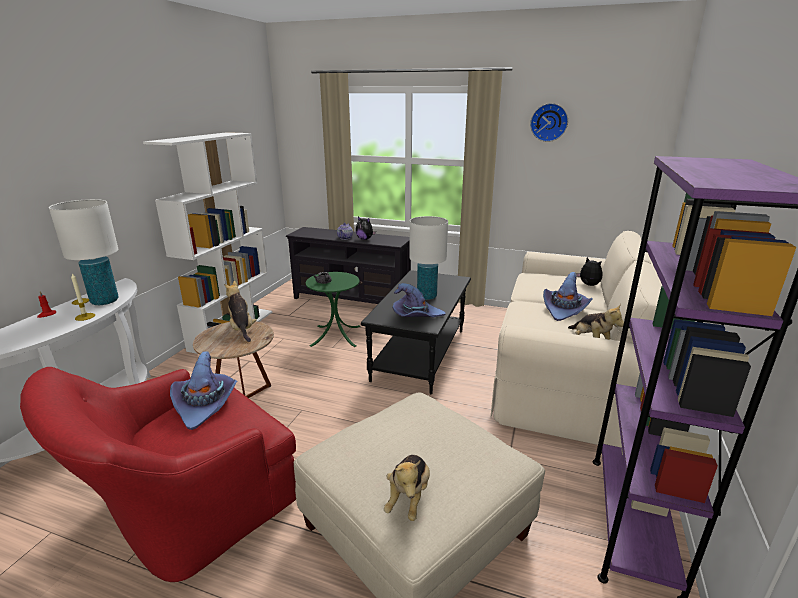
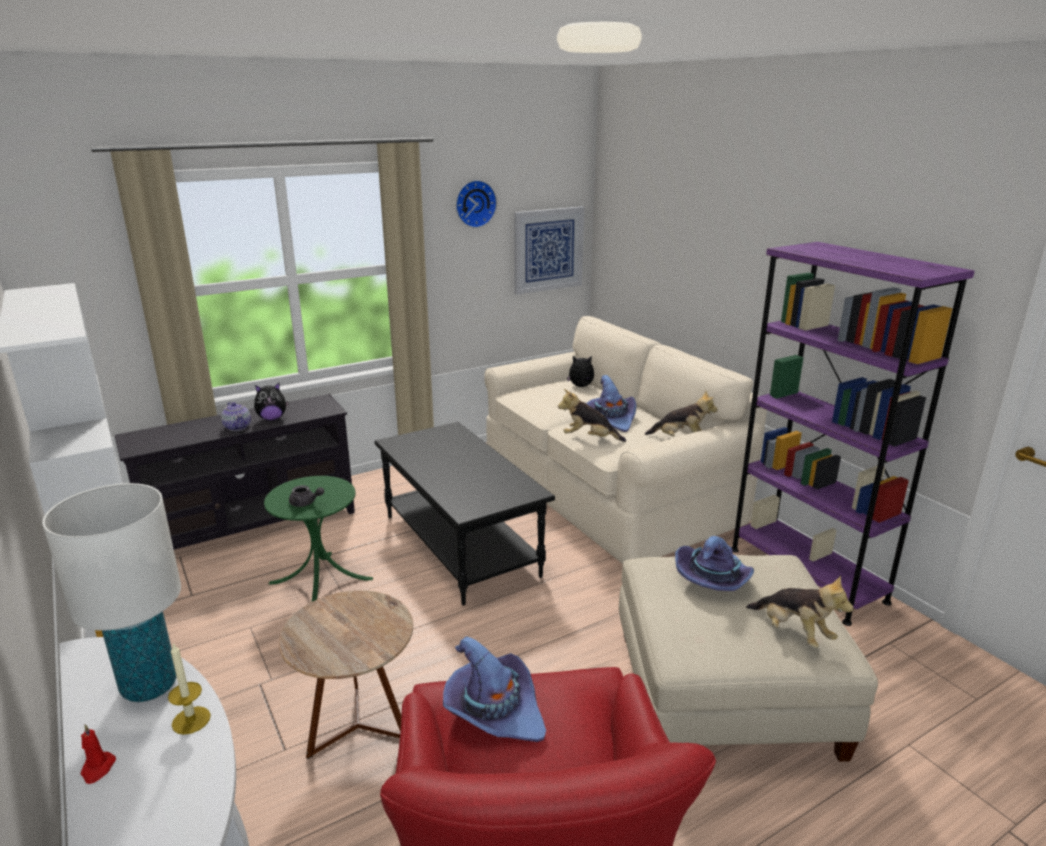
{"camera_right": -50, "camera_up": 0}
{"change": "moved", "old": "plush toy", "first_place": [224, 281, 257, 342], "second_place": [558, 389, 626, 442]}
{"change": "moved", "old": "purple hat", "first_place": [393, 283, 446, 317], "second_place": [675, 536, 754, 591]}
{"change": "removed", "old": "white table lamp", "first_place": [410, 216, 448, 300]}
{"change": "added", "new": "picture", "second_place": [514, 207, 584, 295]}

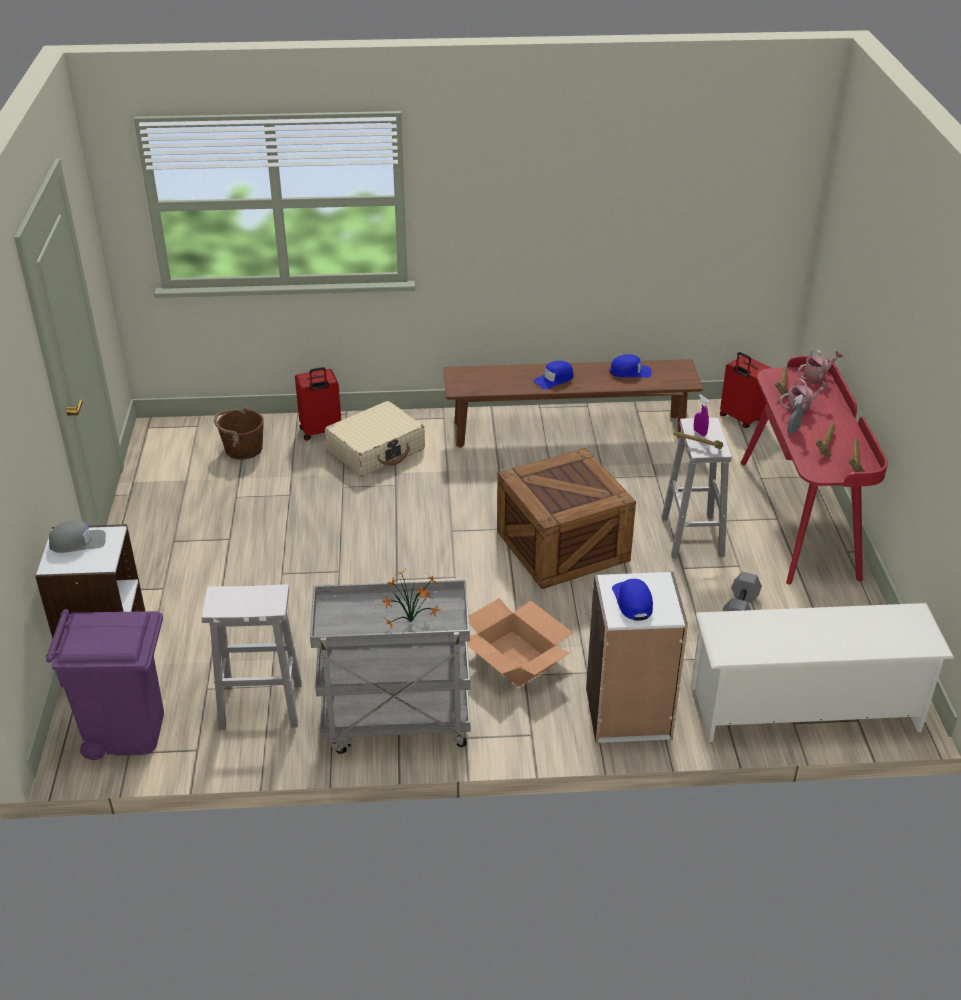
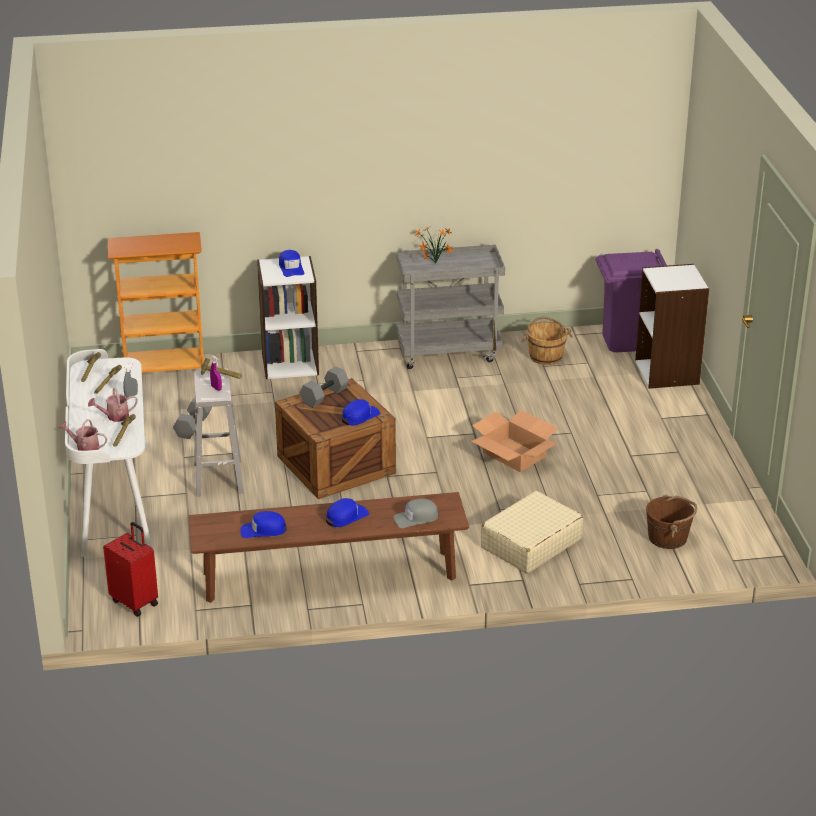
{"camera_right": 175, "camera_up": -5}
{"change": "moved", "old": "grey cap", "first_place": [49, 520, 106, 553], "second_place": [393, 499, 439, 528]}
{"change": "replaced", "old": "white stool", "new": "brown bucket", "first_place": [201, 584, 302, 730], "second_place": [522, 317, 573, 365]}
{"change": "removed", "old": "red suitcase", "first_place": [295, 367, 341, 441]}
{"change": "moved", "old": "cardboard box", "first_place": [467, 598, 573, 687], "second_place": [471, 410, 559, 472]}
{"change": "replaced", "old": "white shoe rack", "new": "bookcase", "first_place": [691, 603, 954, 742], "second_place": [108, 232, 204, 373]}
{"change": "recoloured", "old": "red desk", "new": "white desk", "first_place": [740, 356, 888, 585], "second_place": [65, 349, 153, 557]}
{"change": "turned", "old": "watering can", "first_place": [798, 349, 843, 385], "second_place": [59, 419, 107, 451], "degrees": 45}
{"change": "added", "new": "grey dumbbell", "second_place": [299, 366, 349, 408]}
{"change": "added", "new": "blue cap", "second_place": [342, 399, 381, 425]}

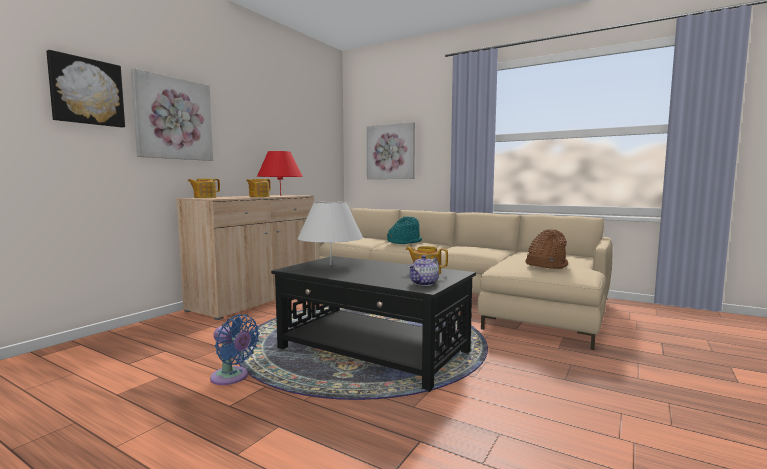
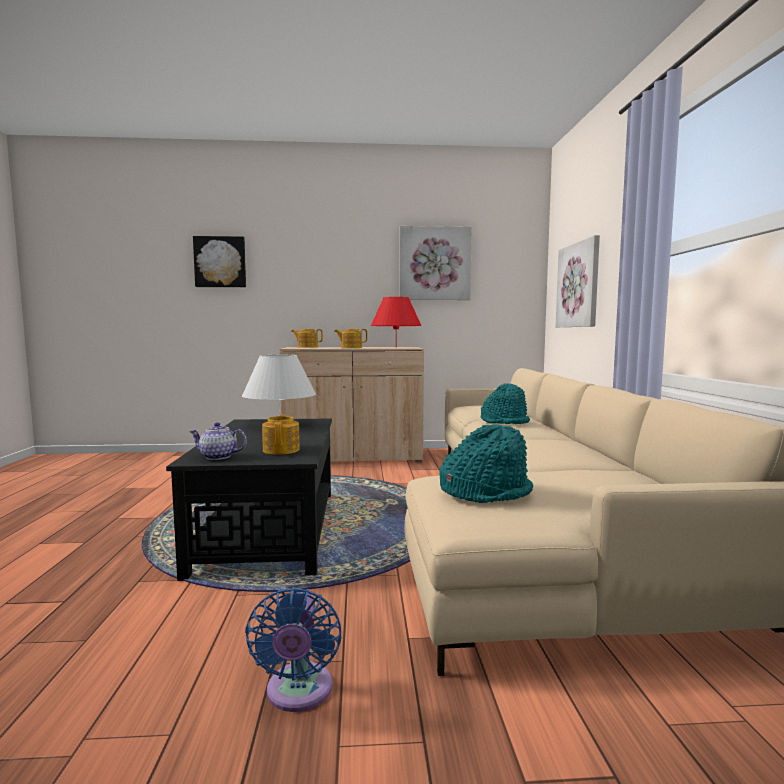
{"camera_right": 55, "camera_up": 0}
{"change": "moved", "old": "picture", "first_place": [131, 68, 213, 161], "second_place": [399, 226, 472, 300]}
{"change": "moved", "old": "blue fan", "first_place": [210, 314, 260, 385], "second_place": [245, 587, 342, 712]}
{"change": "recoloured", "old": "brown hat", "new": "turquoise hat", "first_place": [526, 229, 568, 269], "second_place": [439, 425, 533, 503]}

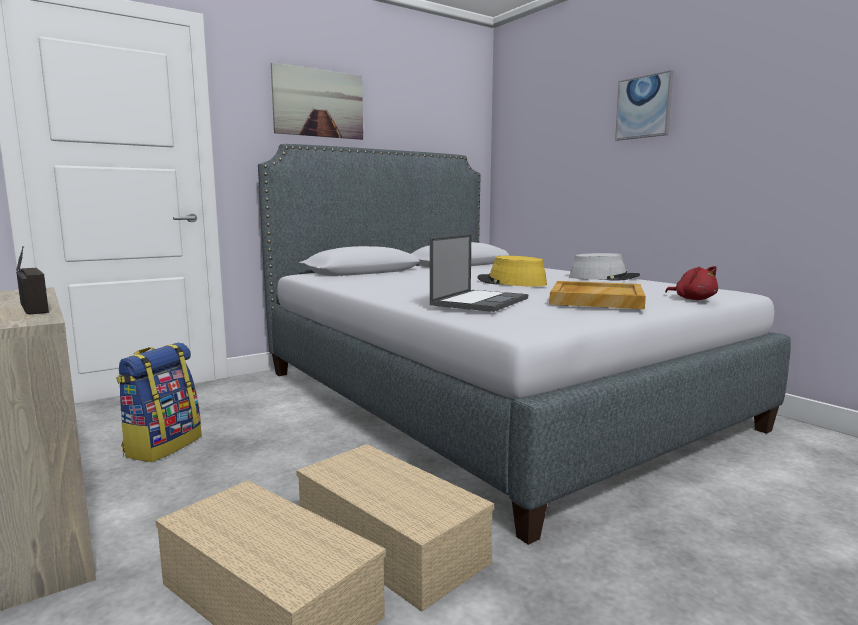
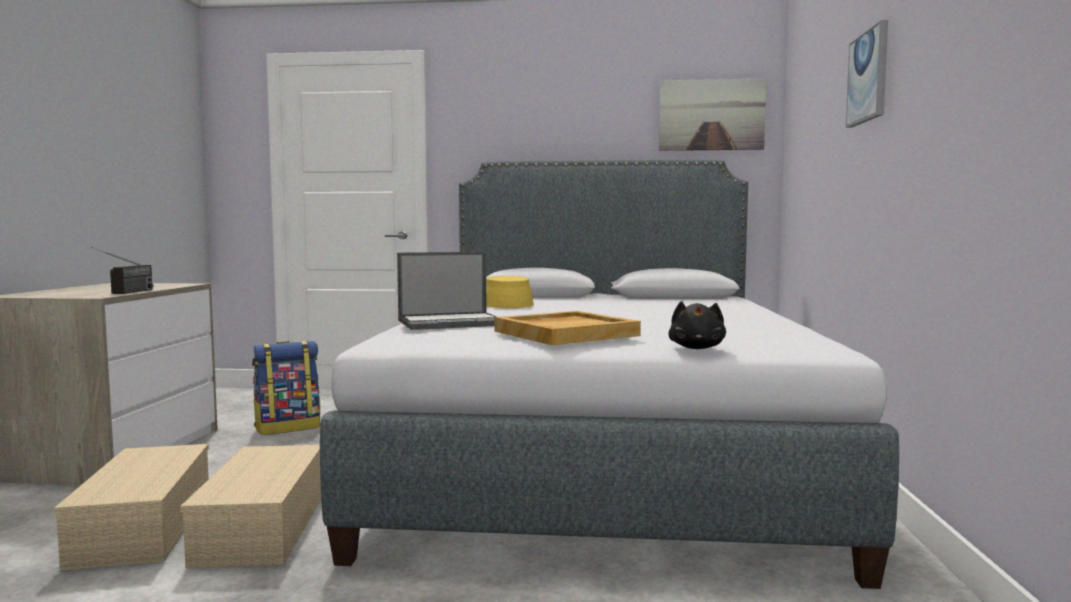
{"camera_right": 40, "camera_up": -5}
{"change": "moved", "old": "picture", "first_place": [271, 62, 363, 140], "second_place": [659, 78, 766, 151]}
{"change": "moved", "old": "yellow hat", "first_place": [477, 256, 547, 286], "second_place": [486, 276, 533, 308]}
{"change": "removed", "old": "grey hat", "first_place": [569, 253, 640, 281]}
{"change": "recoloured", "old": "red plush toy", "new": "black plush toy", "first_place": [665, 266, 718, 300], "second_place": [668, 301, 726, 349]}

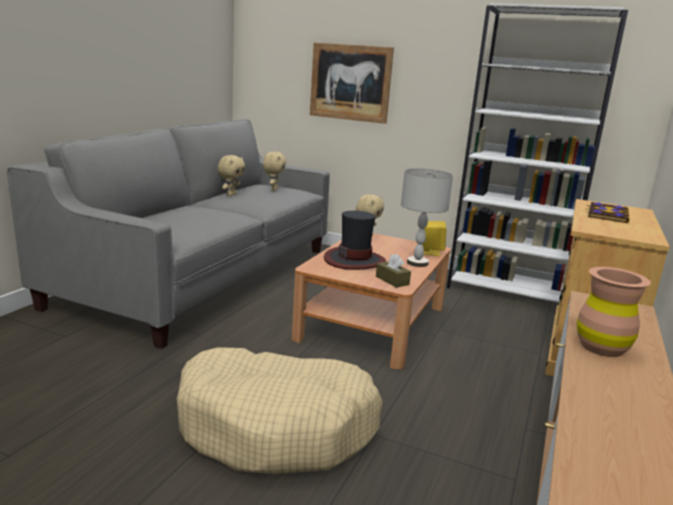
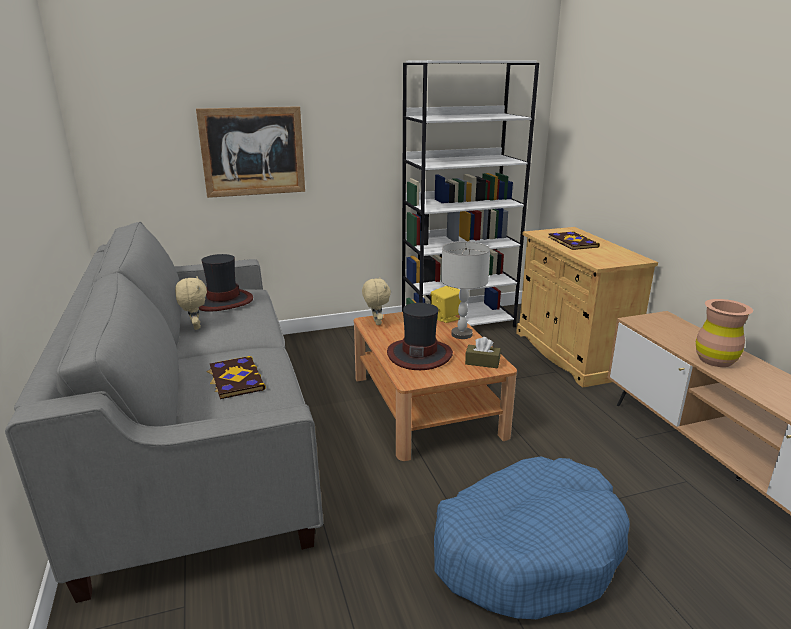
{"camera_right": -40, "camera_up": 5}
{"change": "recoloured", "old": "beige dog bed", "new": "blue dog bed", "first_place": [177, 347, 383, 474], "second_place": [434, 456, 630, 619]}
{"change": "replaced", "old": "beige plush toy", "new": "hat", "first_place": [263, 152, 287, 191], "second_place": [199, 254, 253, 312]}
{"change": "added", "new": "book", "second_place": [206, 356, 266, 399]}

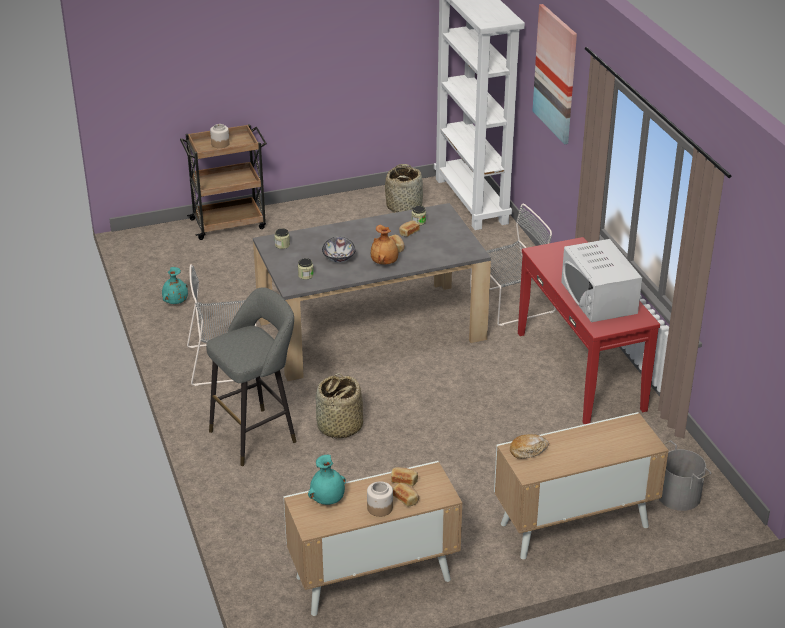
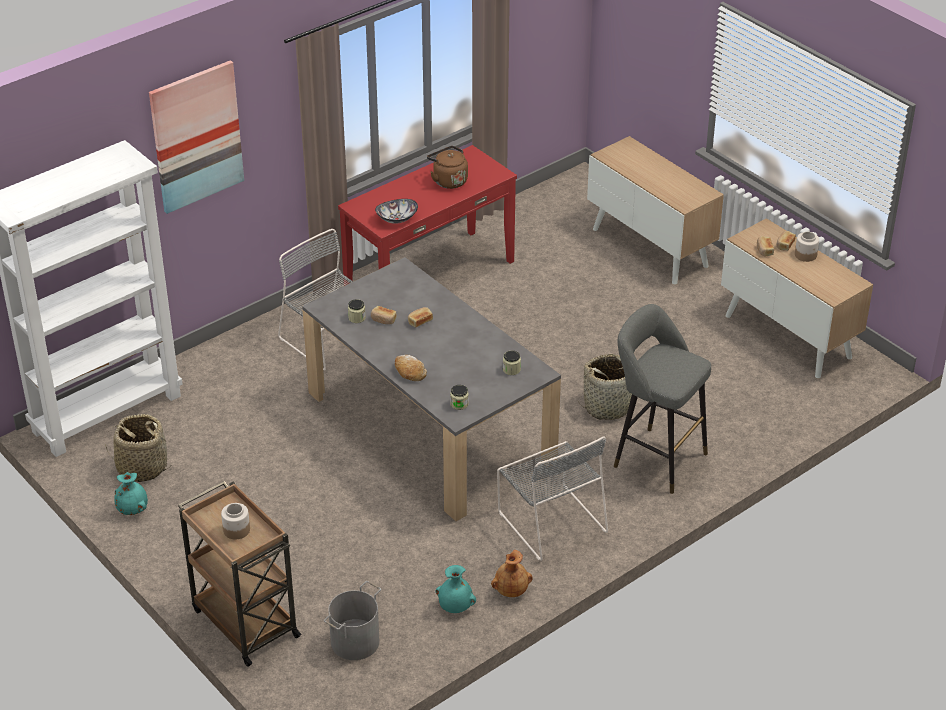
{"camera_right": -110, "camera_up": 5}
{"change": "moved", "old": "turquoise vase", "first_place": [308, 455, 346, 505], "second_place": [114, 472, 148, 515]}
{"change": "moved", "old": "bowl", "first_place": [322, 237, 356, 263], "second_place": [375, 199, 418, 224]}
{"change": "moved", "old": "brown vase", "first_place": [371, 224, 398, 265], "second_place": [491, 550, 533, 597]}
{"change": "moved", "old": "bread", "first_place": [510, 434, 549, 459], "second_place": [395, 355, 427, 381]}
{"change": "replaced", "old": "white microwave", "new": "brown kettle", "first_place": [561, 239, 642, 322], "second_place": [427, 146, 468, 189]}
{"change": "moved", "old": "grey bucket", "first_place": [659, 440, 711, 511], "second_place": [324, 581, 381, 660]}

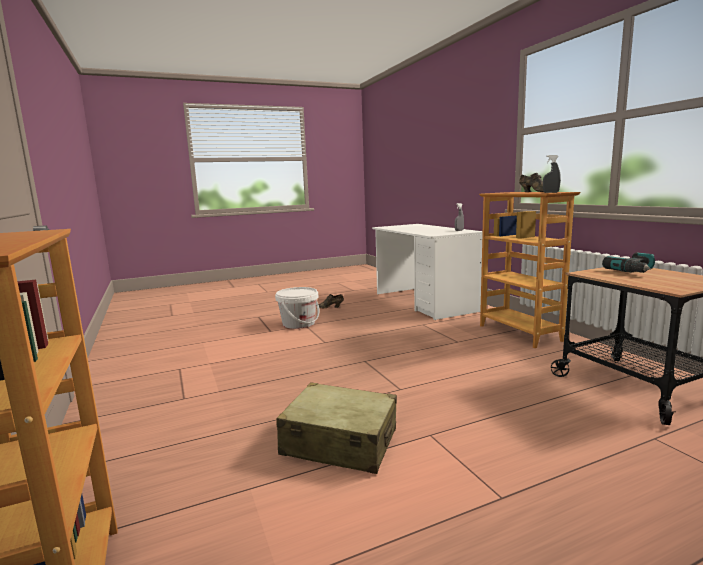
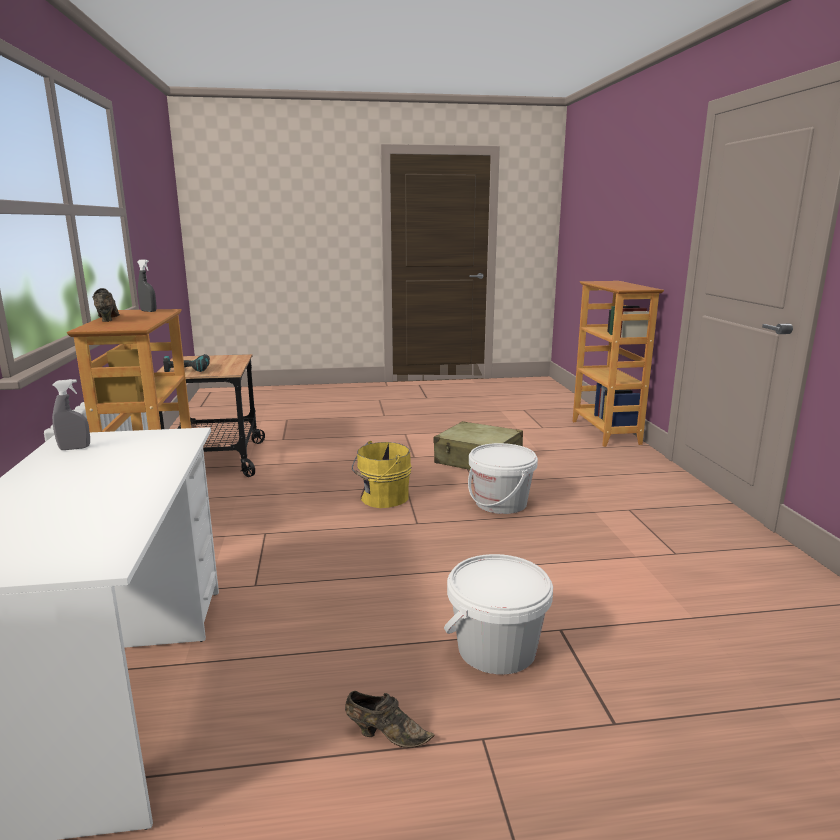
{"camera_right": -165, "camera_up": 5}
{"change": "added", "new": "yellow bucket", "second_place": [352, 441, 412, 508]}
{"change": "added", "new": "white bucket", "second_place": [468, 443, 538, 514]}

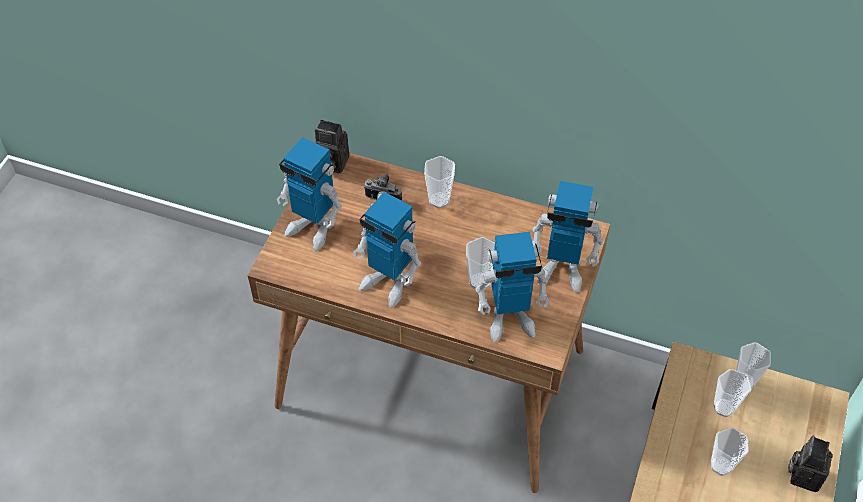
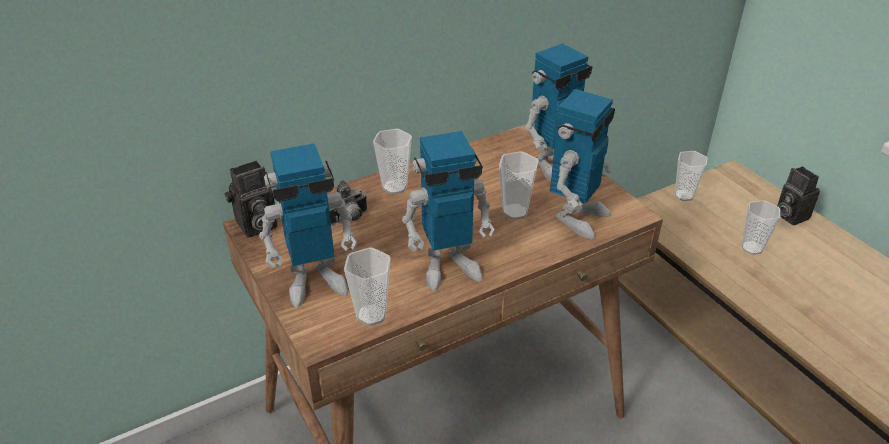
{"camera_right": -50, "camera_up": -15}
{"change": "moved", "old": "cup", "first_place": [714, 369, 752, 417], "second_place": [344, 247, 391, 326]}

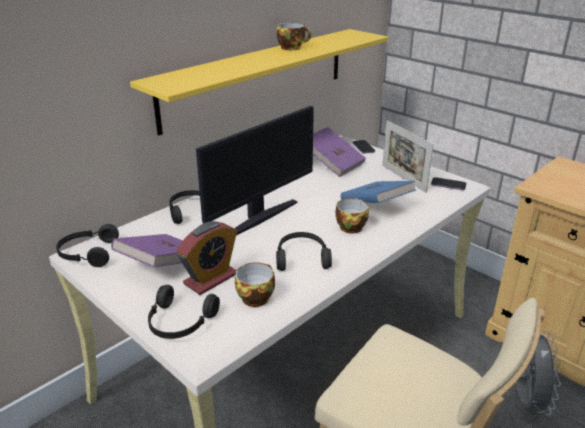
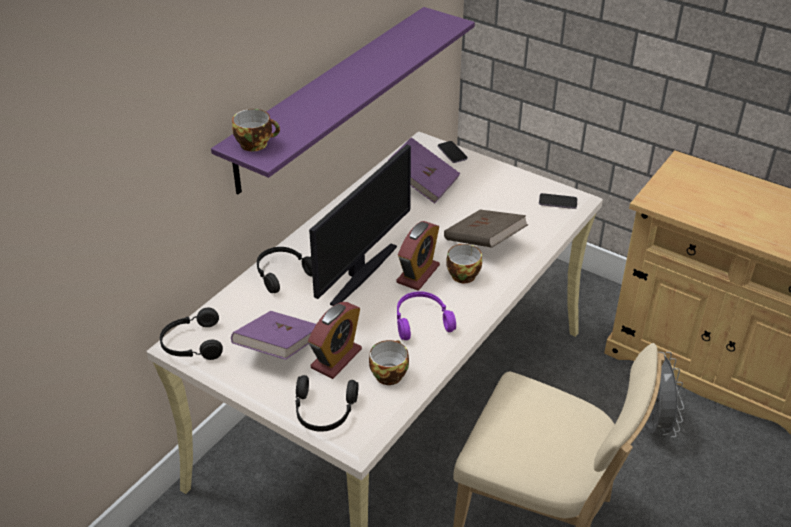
{"camera_right": -10, "camera_up": 10}
{"change": "recoloured", "old": "yellow shelf", "new": "purple shelf", "first_place": [130, 29, 389, 135], "second_place": [211, 7, 475, 194]}
{"change": "recoloured", "old": "black headphones", "new": "purple headphones", "first_place": [276, 232, 332, 271], "second_place": [397, 291, 456, 340]}
{"change": "moved", "old": "cup", "first_place": [277, 23, 311, 50], "second_place": [232, 109, 280, 151]}
{"change": "recoloured", "old": "blue book", "new": "brown book", "first_place": [341, 181, 416, 203], "second_place": [444, 210, 528, 248]}
{"change": "removed", "old": "picture frame", "first_place": [382, 120, 433, 193]}
{"change": "added", "new": "alarm clock", "second_place": [396, 221, 440, 291]}

